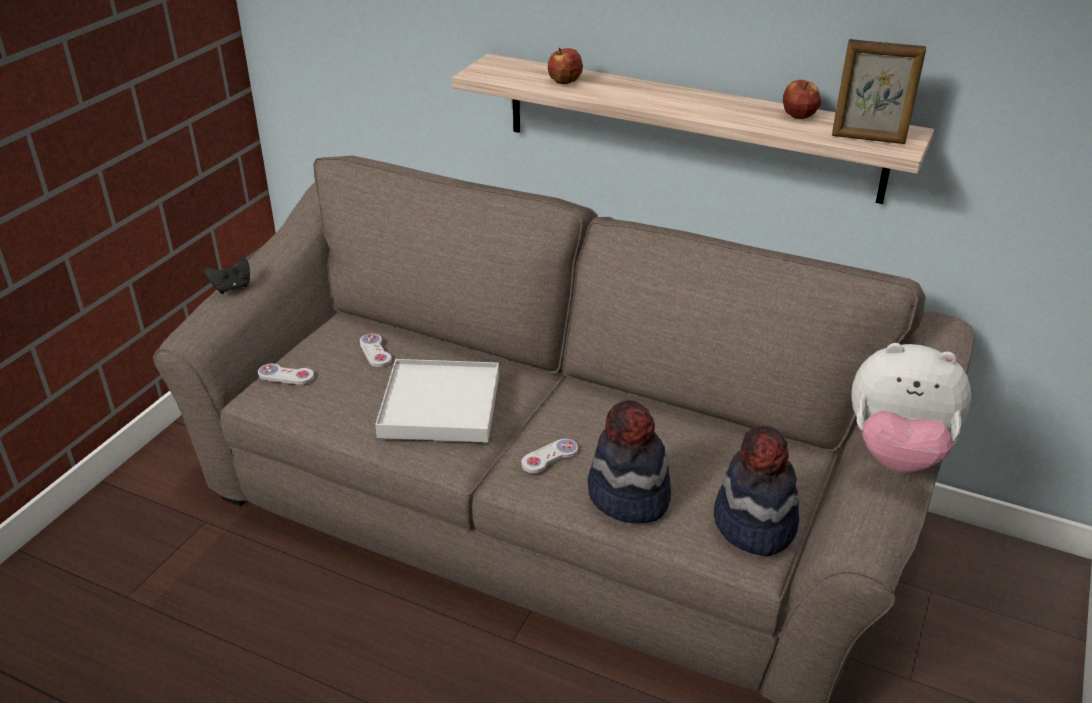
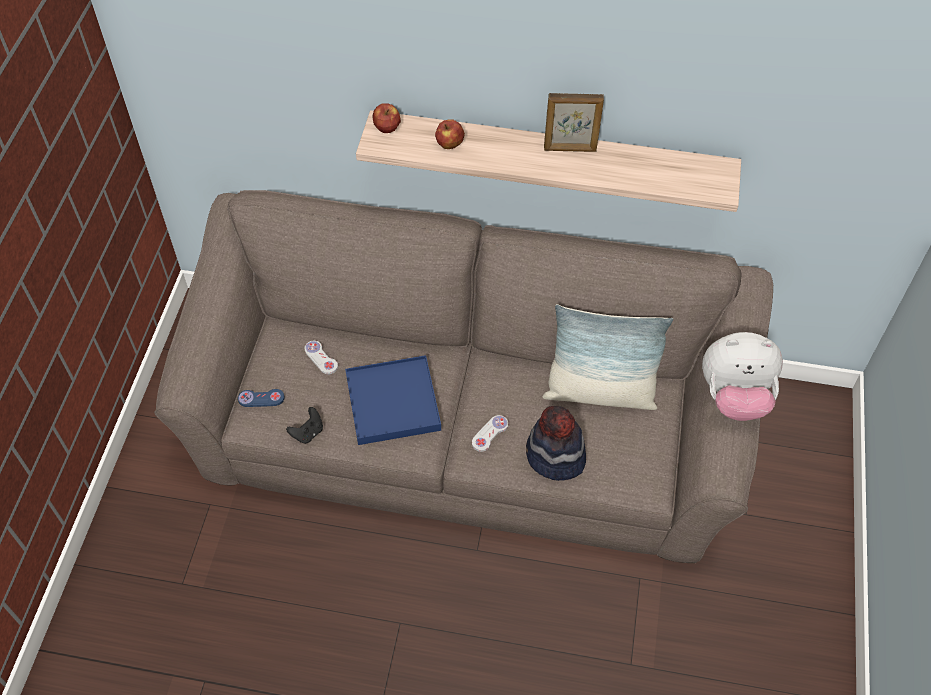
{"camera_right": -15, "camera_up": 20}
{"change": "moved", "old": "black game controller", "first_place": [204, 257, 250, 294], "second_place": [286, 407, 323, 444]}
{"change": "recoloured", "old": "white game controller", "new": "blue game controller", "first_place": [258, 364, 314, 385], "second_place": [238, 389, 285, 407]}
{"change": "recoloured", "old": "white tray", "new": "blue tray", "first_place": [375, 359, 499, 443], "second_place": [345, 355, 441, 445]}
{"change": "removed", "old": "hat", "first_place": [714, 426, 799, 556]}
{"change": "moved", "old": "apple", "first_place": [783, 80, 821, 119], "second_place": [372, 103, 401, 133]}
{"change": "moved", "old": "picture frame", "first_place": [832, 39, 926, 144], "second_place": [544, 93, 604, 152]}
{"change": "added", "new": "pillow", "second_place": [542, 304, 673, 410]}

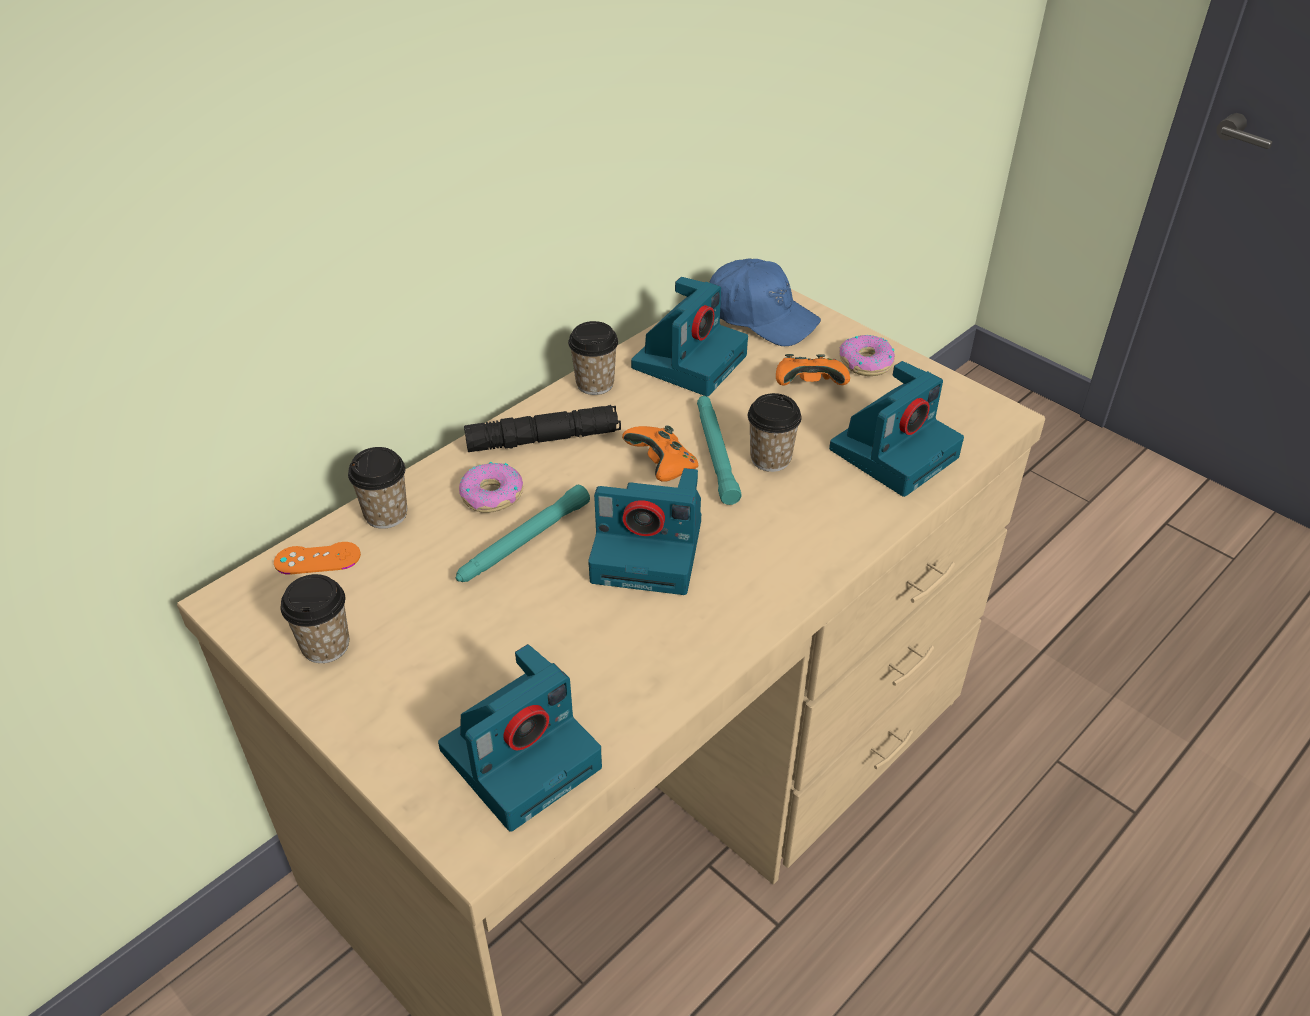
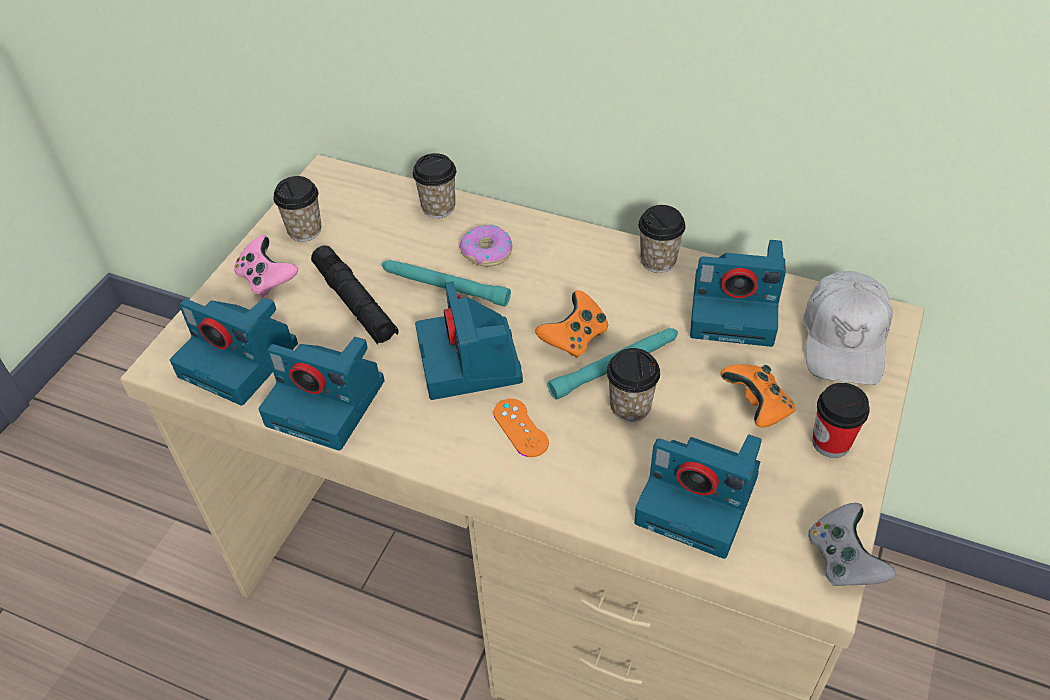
{"camera_right": 70, "camera_up": 5}
{"change": "moved", "old": "orange game controller", "first_place": [274, 542, 361, 575], "second_place": [493, 398, 549, 457]}
{"change": "moved", "old": "black flashlight", "first_place": [464, 405, 621, 452], "second_place": [311, 245, 399, 344]}
{"change": "recoloured", "old": "blue cap", "new": "white cap", "first_place": [709, 258, 821, 346], "second_place": [803, 271, 893, 385]}
{"change": "replaced", "old": "donut", "new": "cup", "first_place": [839, 335, 895, 376], "second_place": [812, 383, 870, 458]}
{"change": "added", "new": "pink game controller", "second_place": [234, 235, 298, 297]}
{"change": "added", "new": "photo camera", "second_place": [259, 337, 385, 451]}
{"change": "added", "new": "grey game controller", "second_place": [808, 503, 896, 586]}

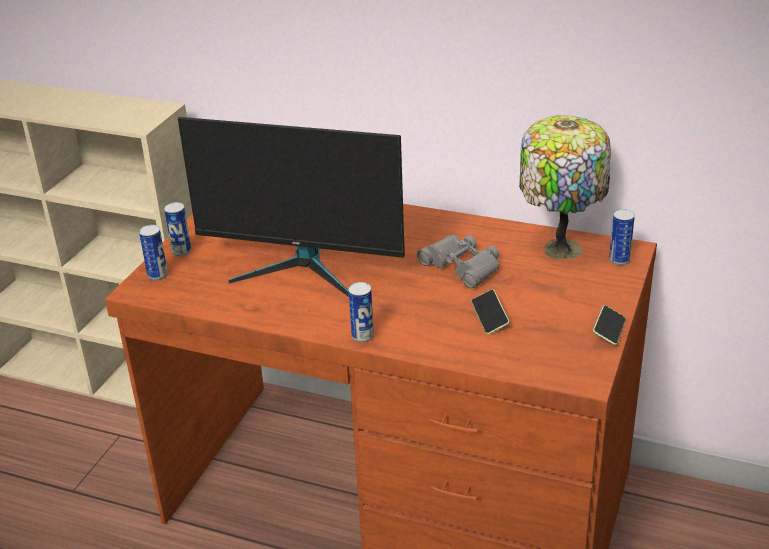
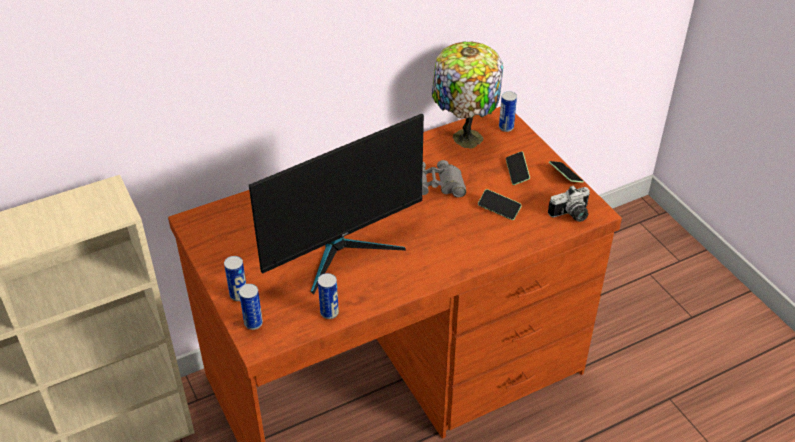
{"camera_right": -50, "camera_up": 10}
{"change": "moved", "old": "can", "first_place": [348, 282, 374, 342], "second_place": [318, 273, 339, 319]}
{"change": "added", "new": "phone", "second_place": [506, 151, 530, 185]}
{"change": "added", "new": "photo camera", "second_place": [548, 186, 590, 222]}

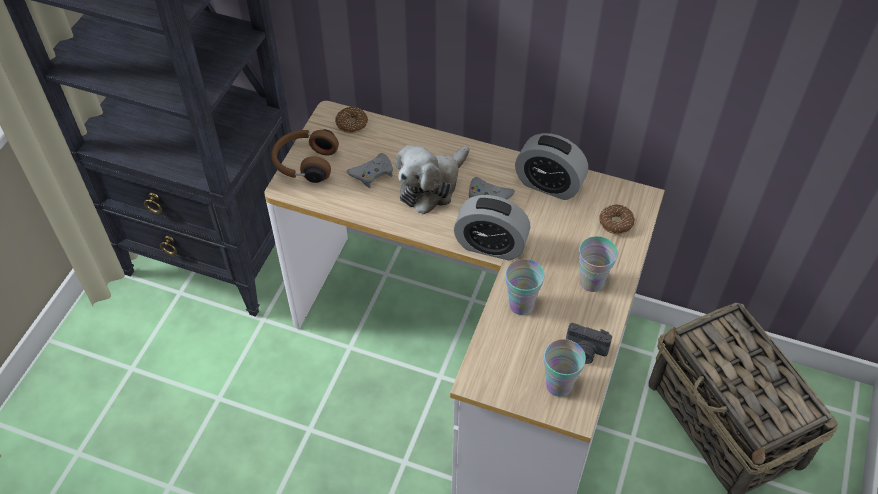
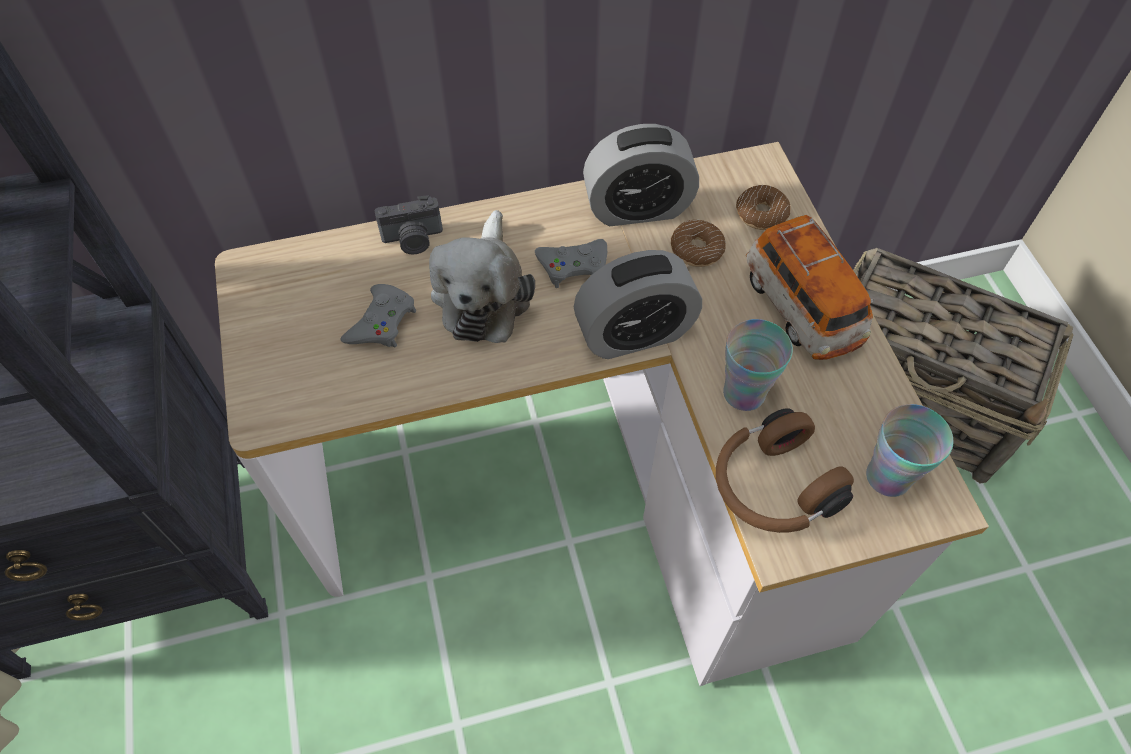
{"camera_right": -35, "camera_up": 5}
{"change": "moved", "old": "brown headphones", "first_place": [271, 129, 339, 183], "second_place": [716, 408, 854, 533]}
{"change": "moved", "old": "donut", "first_place": [335, 106, 368, 134], "second_place": [671, 220, 726, 267]}
{"change": "moved", "old": "photo camera", "first_place": [566, 323, 612, 364], "second_place": [375, 195, 443, 255]}
{"change": "replaced", "old": "cup", "new": "toy car", "first_place": [579, 236, 618, 292], "second_place": [746, 215, 874, 360]}

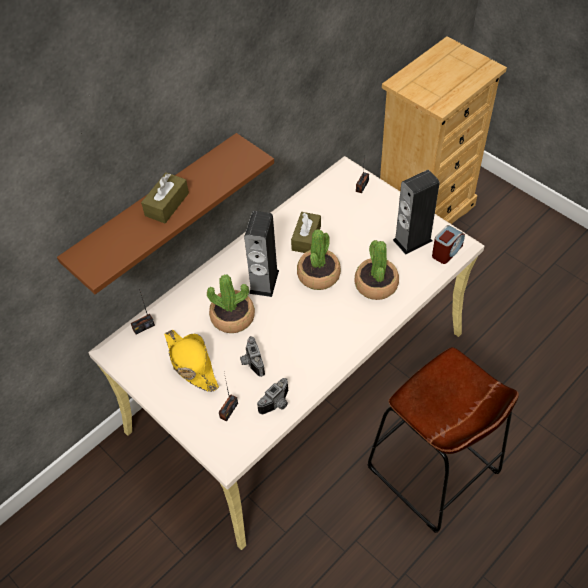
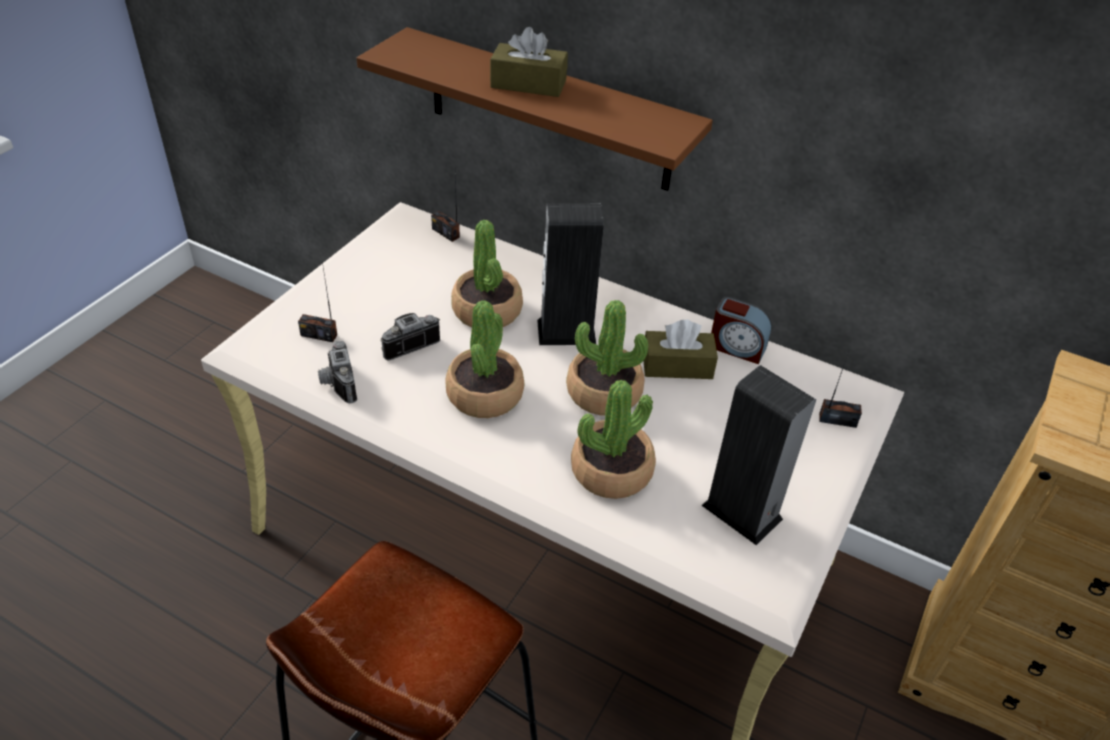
{"camera_right": 70, "camera_up": -10}
{"change": "removed", "old": "yellow hat", "first_place": [164, 330, 219, 392]}
{"change": "turned", "old": "photo camera", "first_place": [257, 378, 288, 414], "second_place": [318, 341, 357, 403], "degrees": 45}
{"change": "moved", "old": "alarm clock", "first_place": [432, 225, 465, 264], "second_place": [711, 297, 772, 364]}
{"change": "added", "new": "potted plant", "second_place": [445, 300, 524, 418]}

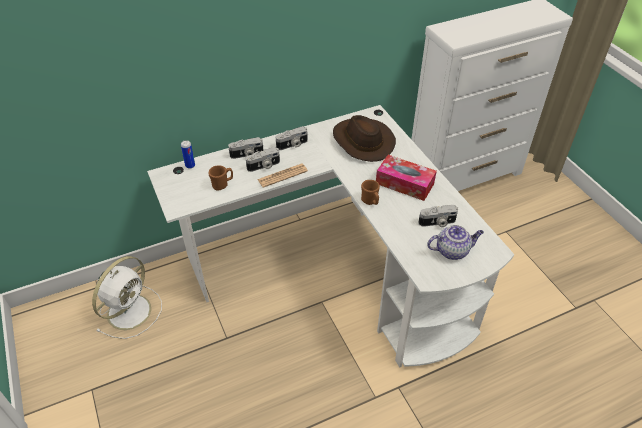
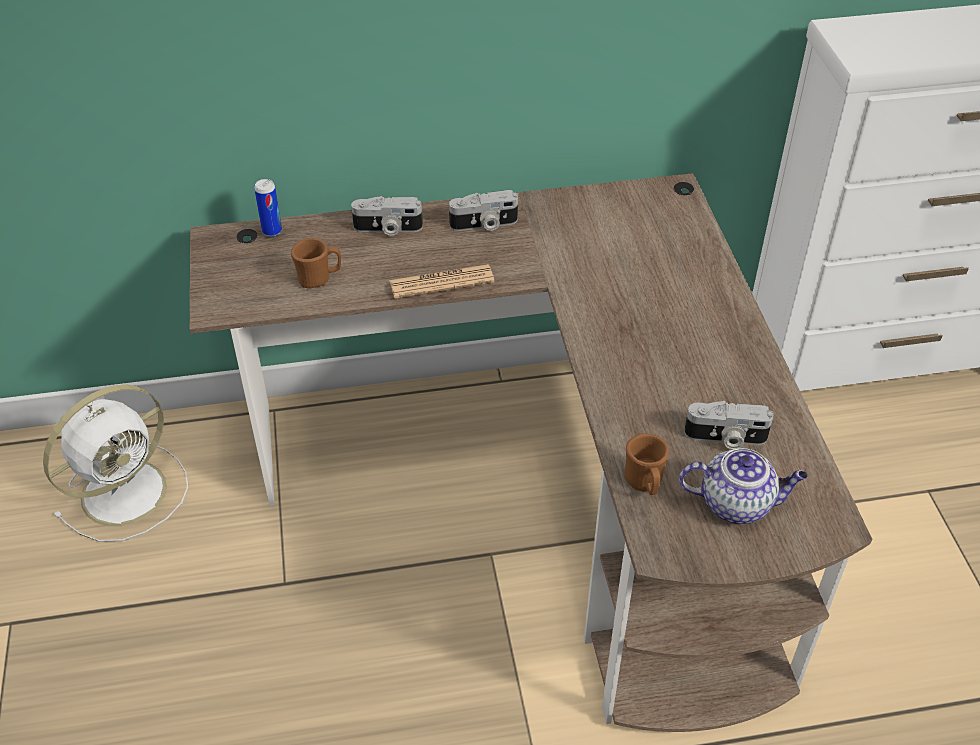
{"camera_right": 15, "camera_up": 0}
{"change": "recoloured", "old": "white desk", "new": "brown desk", "first_place": [147, 105, 514, 368], "second_place": [190, 173, 872, 732]}
{"change": "removed", "old": "photo camera", "first_place": [246, 147, 280, 172]}
{"change": "removed", "old": "brown hat", "first_place": [333, 115, 396, 162]}
{"change": "moved", "old": "brown mug", "first_place": [361, 180, 380, 205], "second_place": [624, 433, 669, 495]}
{"change": "removed", "old": "tissue box", "first_place": [376, 155, 437, 201]}

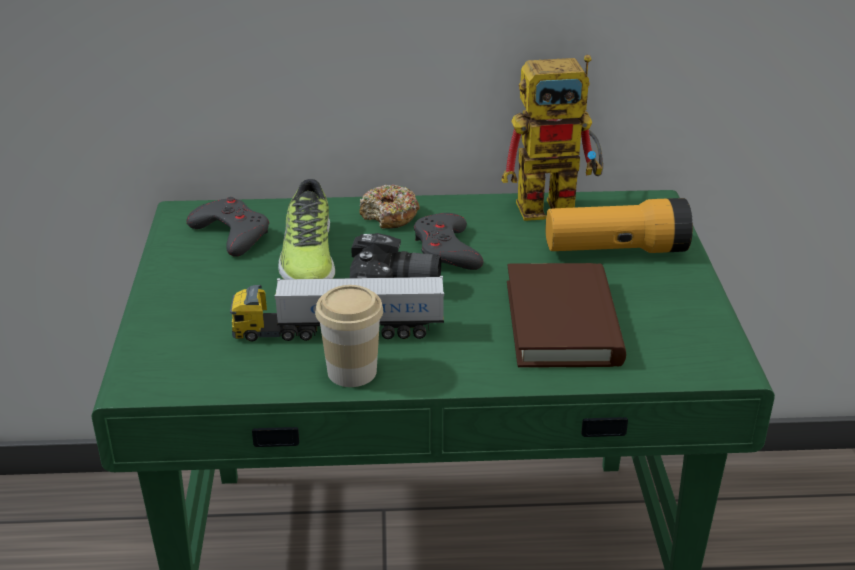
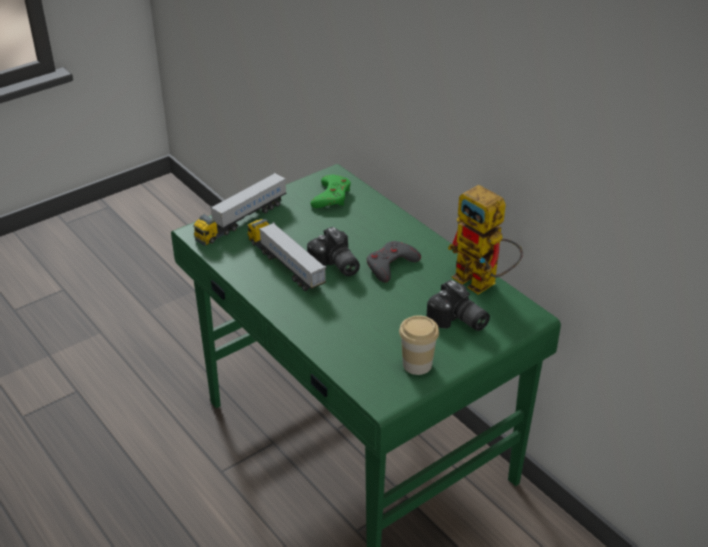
{"camera_right": 55, "camera_up": 5}
{"change": "recoloured", "old": "grey game controller", "new": "green game controller", "first_place": [186, 197, 269, 257], "second_place": [310, 175, 351, 208]}
{"change": "removed", "old": "shoe", "first_place": [278, 179, 335, 279]}
{"change": "moved", "old": "cup", "first_place": [315, 285, 383, 387], "second_place": [399, 315, 439, 375]}
{"change": "removed", "old": "donut", "first_place": [359, 184, 420, 229]}
{"change": "removed", "old": "brown book", "first_place": [507, 263, 626, 368]}
{"change": "replaced", "old": "flashlight", "new": "photo camera", "first_place": [546, 198, 693, 253], "second_place": [427, 280, 490, 331]}
{"change": "added", "new": "toy truck", "second_place": [193, 172, 286, 246]}

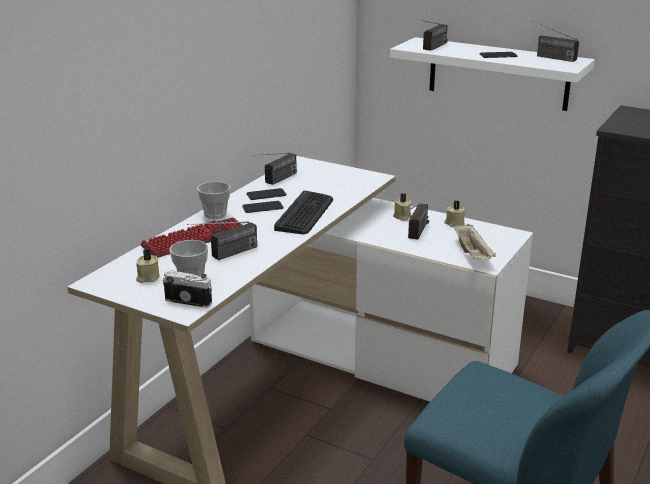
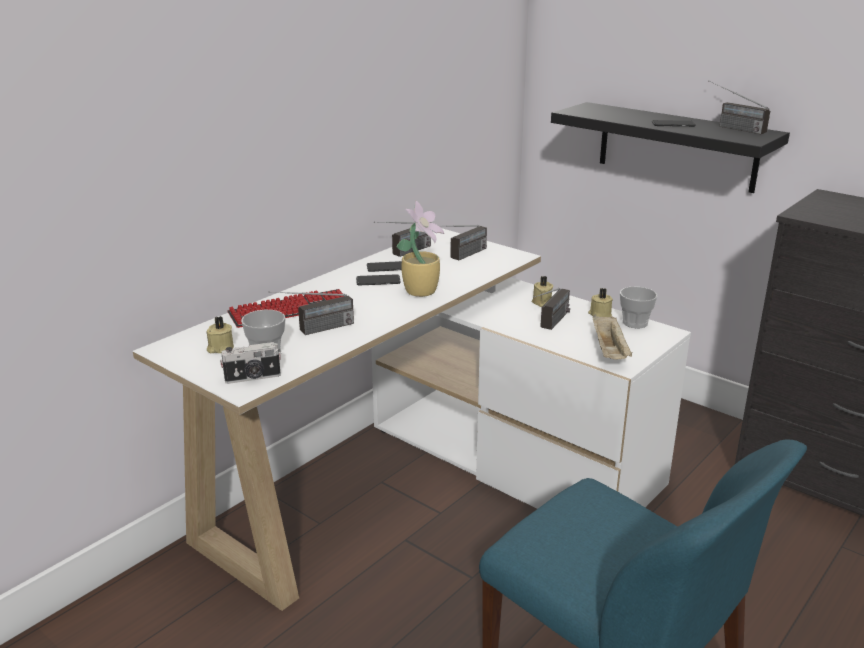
{"camera_right": 10, "camera_up": 0}
{"change": "turned", "old": "photo camera", "first_place": [163, 270, 212, 308], "second_place": [220, 342, 281, 384], "degrees": 135}
{"change": "moved", "old": "cup", "first_place": [197, 182, 231, 219], "second_place": [620, 287, 657, 329]}
{"change": "replaced", "old": "keyboard", "new": "potted plant", "first_place": [274, 191, 333, 234], "second_place": [396, 201, 444, 297]}
{"change": "recoloured", "old": "white shelf", "new": "black shelf", "first_place": [390, 37, 595, 111], "second_place": [551, 102, 790, 193]}
{"change": "moved", "old": "radio", "first_place": [416, 19, 448, 51], "second_place": [446, 225, 487, 260]}

